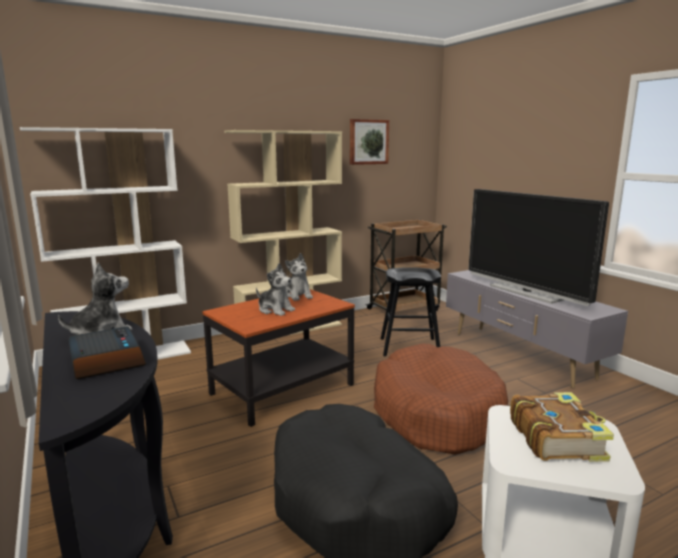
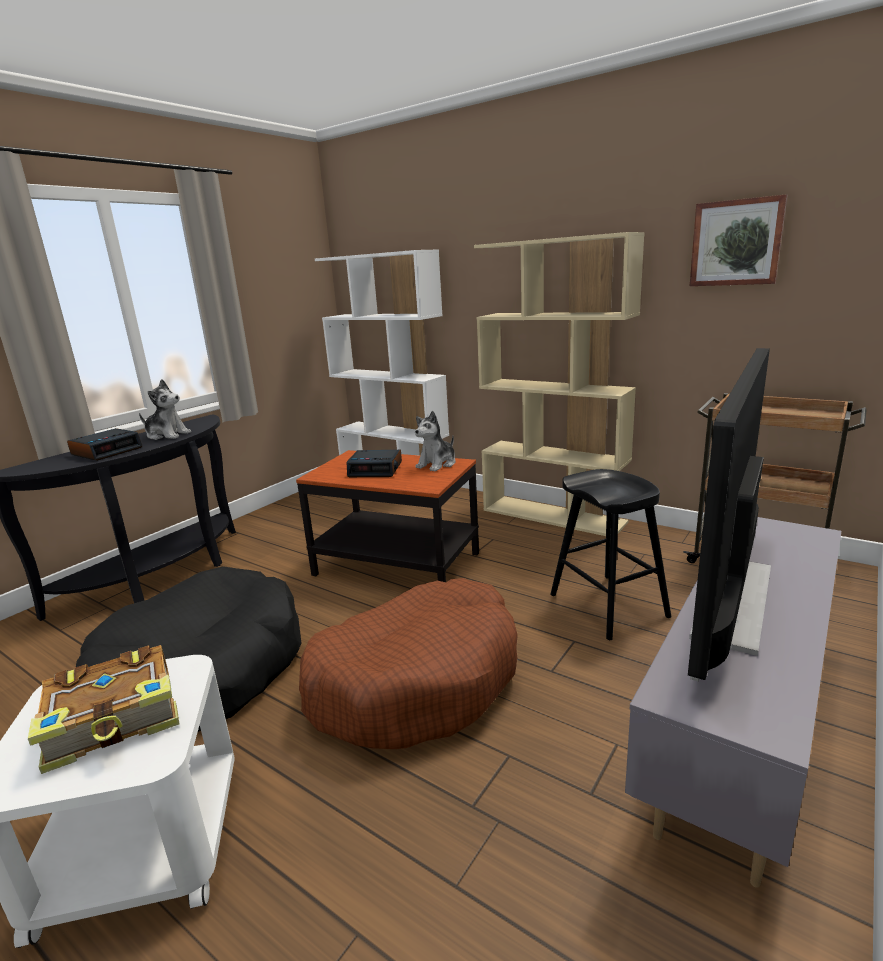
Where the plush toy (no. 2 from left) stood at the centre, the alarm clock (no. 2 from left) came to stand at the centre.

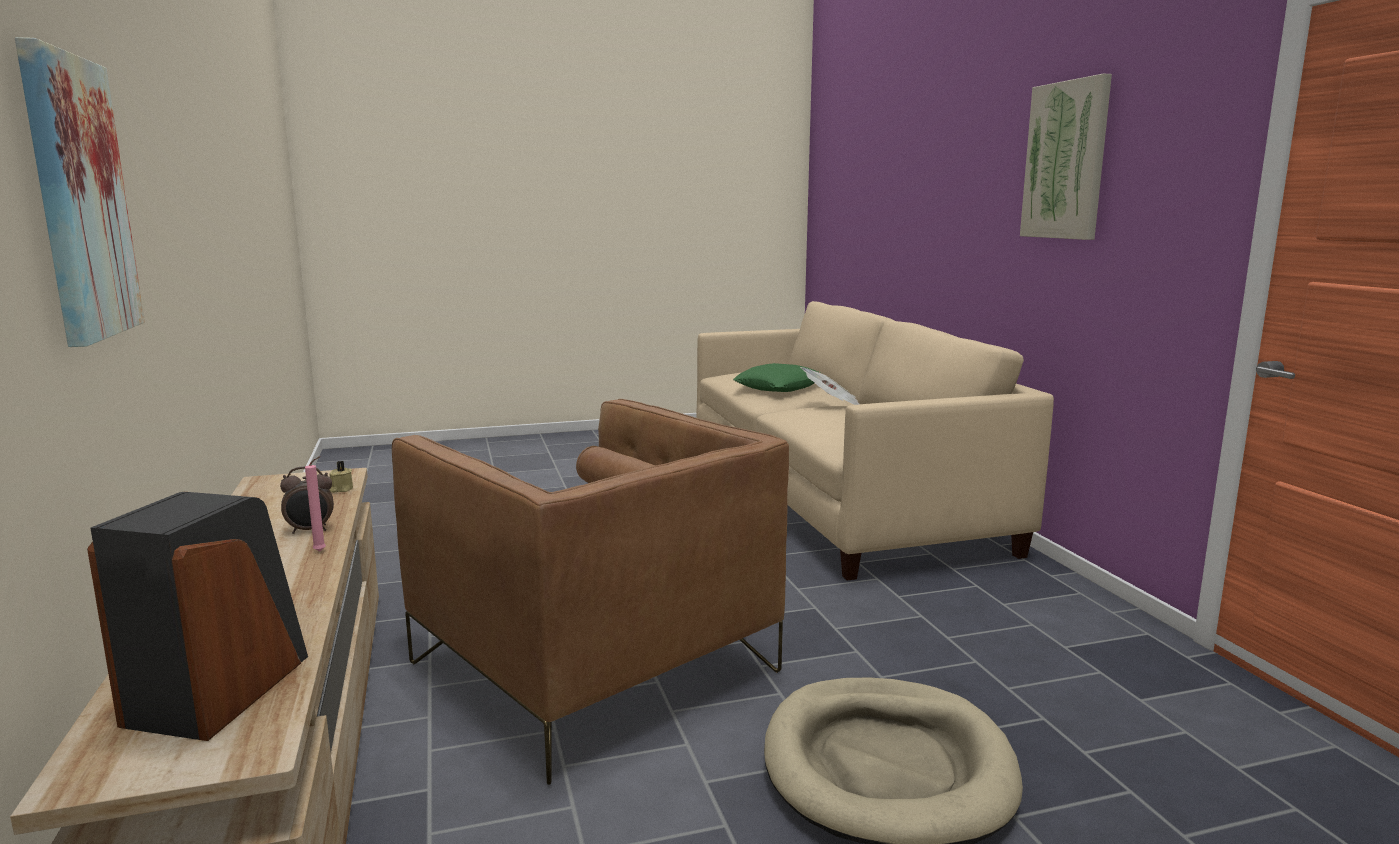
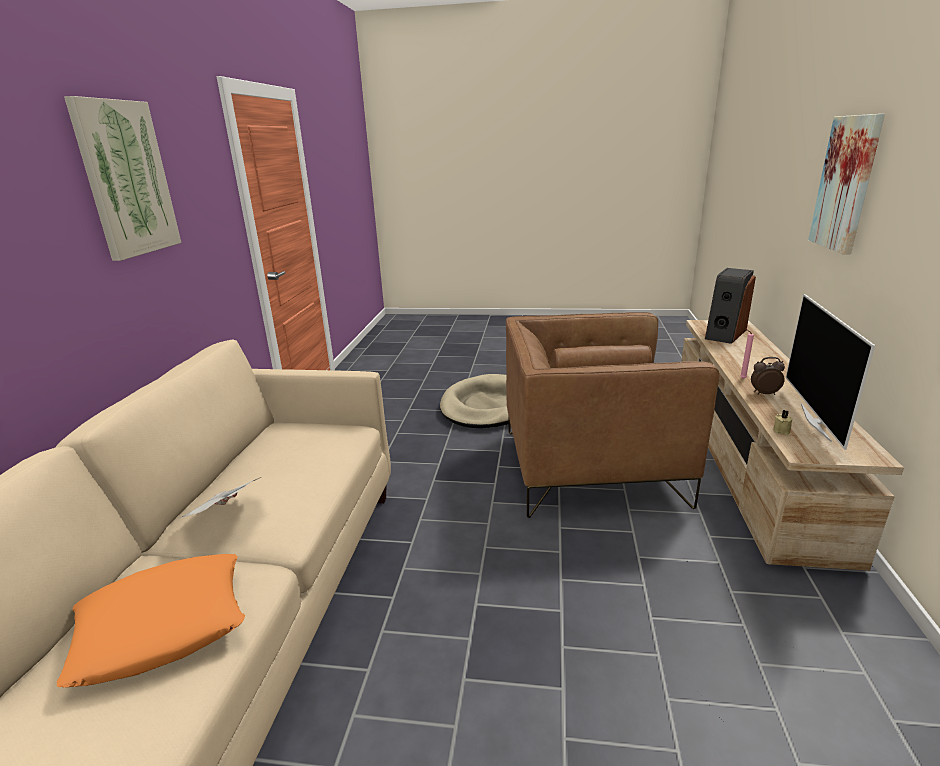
What was the pillow in green at the centre turned into the pillow in orange at the bottom left. The armchair in brown at the bottom centre ended up facing another way, 75 degrees counterclockwise from before. The second view gained the television at the middle right.

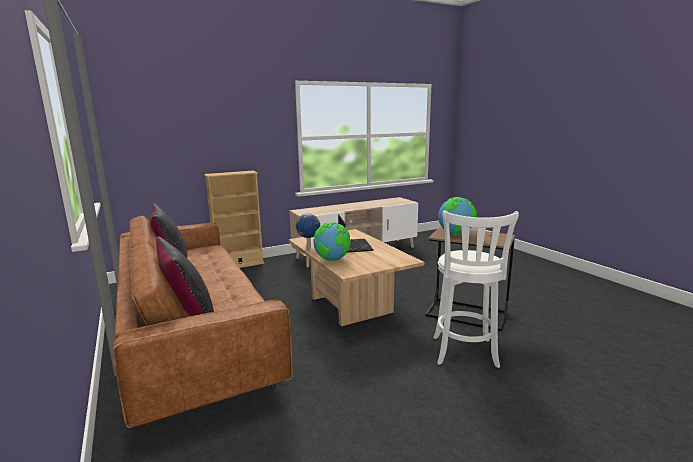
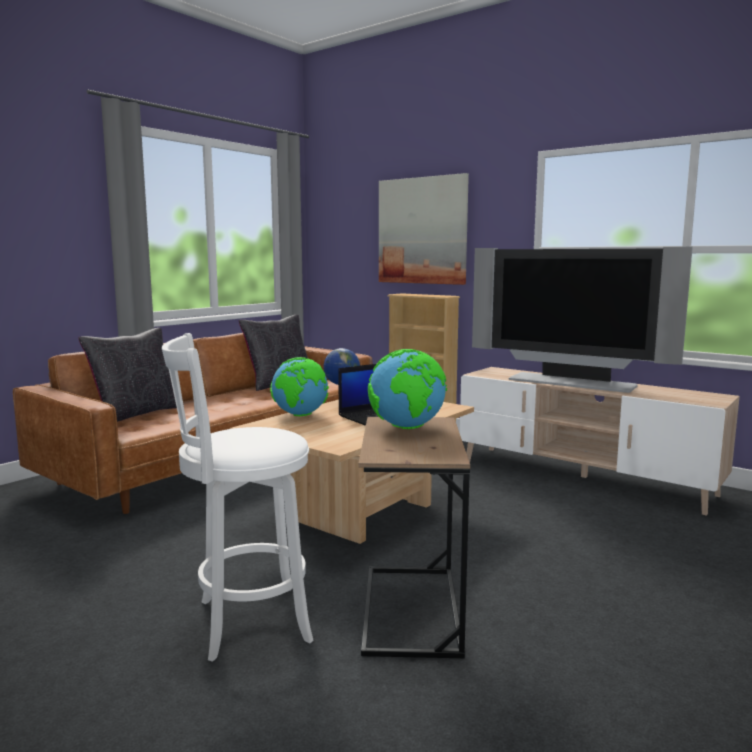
The second view gained the picture at the top centre. The second view gained the television at the middle right.

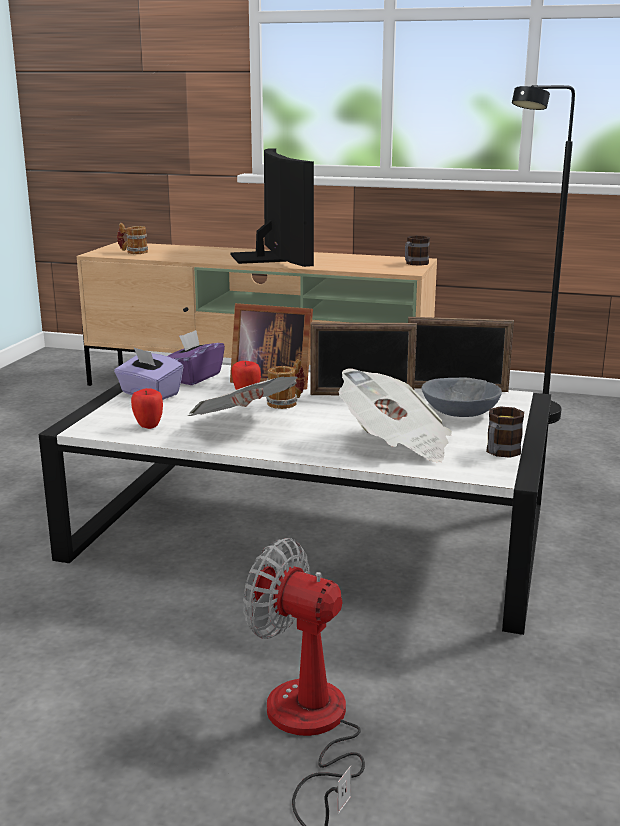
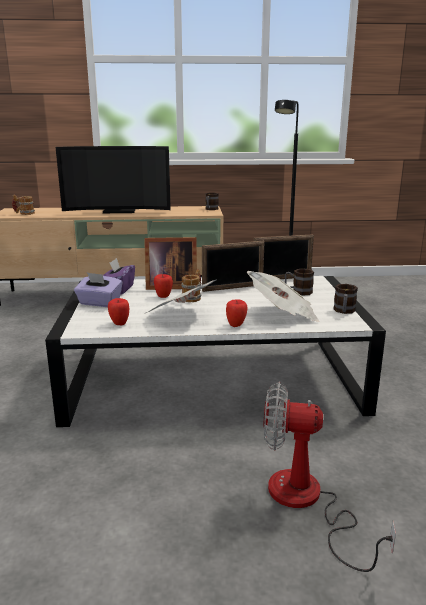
The television at the top centre ended up facing another way, 120 degrees clockwise from before. The second view gained the apple (no. 3 from left) at the centre. Where the bowl in grey stood at the middle right, the mug (no. 4 from left) came to stand at the middle right.

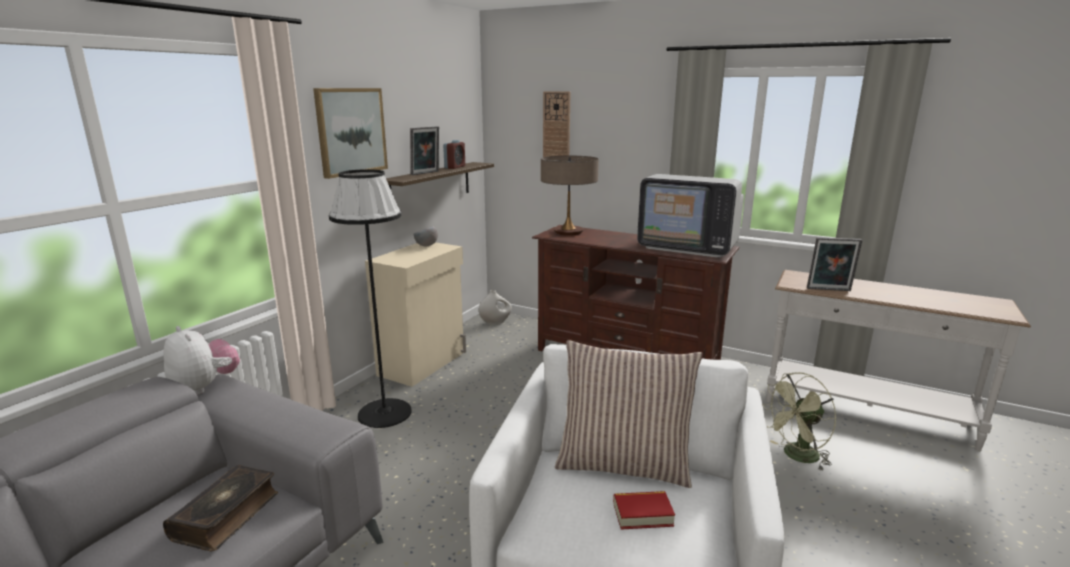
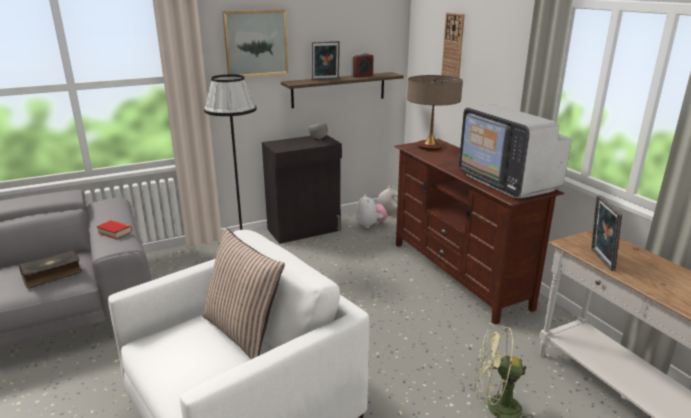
The book (no. 2 from left) ended up elsewhere, having gone from the bottom centre to the middle left. What was the cabinet in beige at the centre turned into the cabinet in black at the centre. The plush toy ended up elsewhere, having gone from the middle left to the centre. The picture frame (no. 2 from left) at the middle right ended up facing another way, 45 degrees clockwise from before.

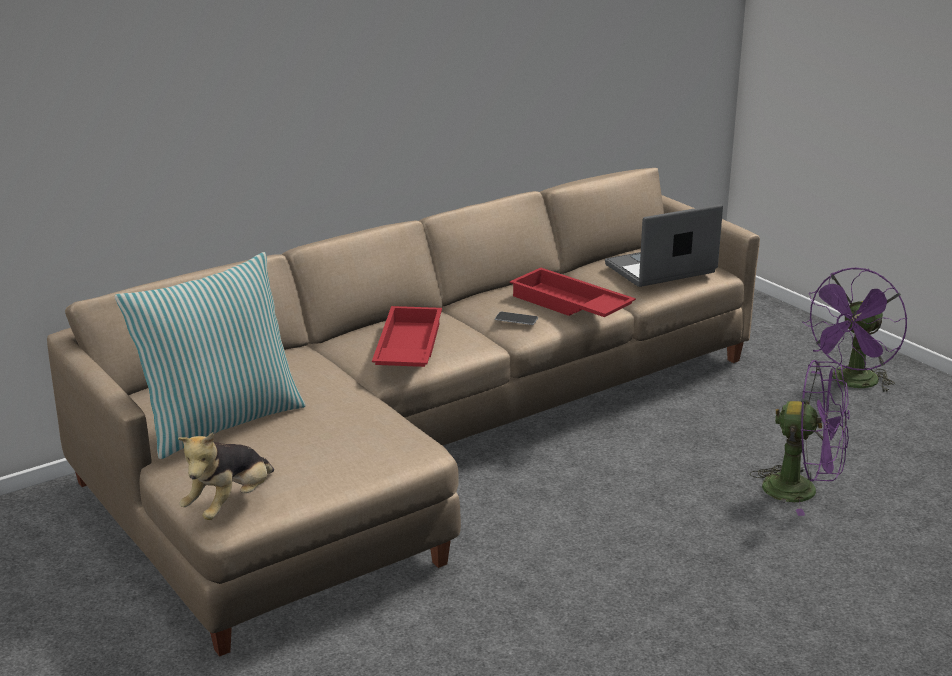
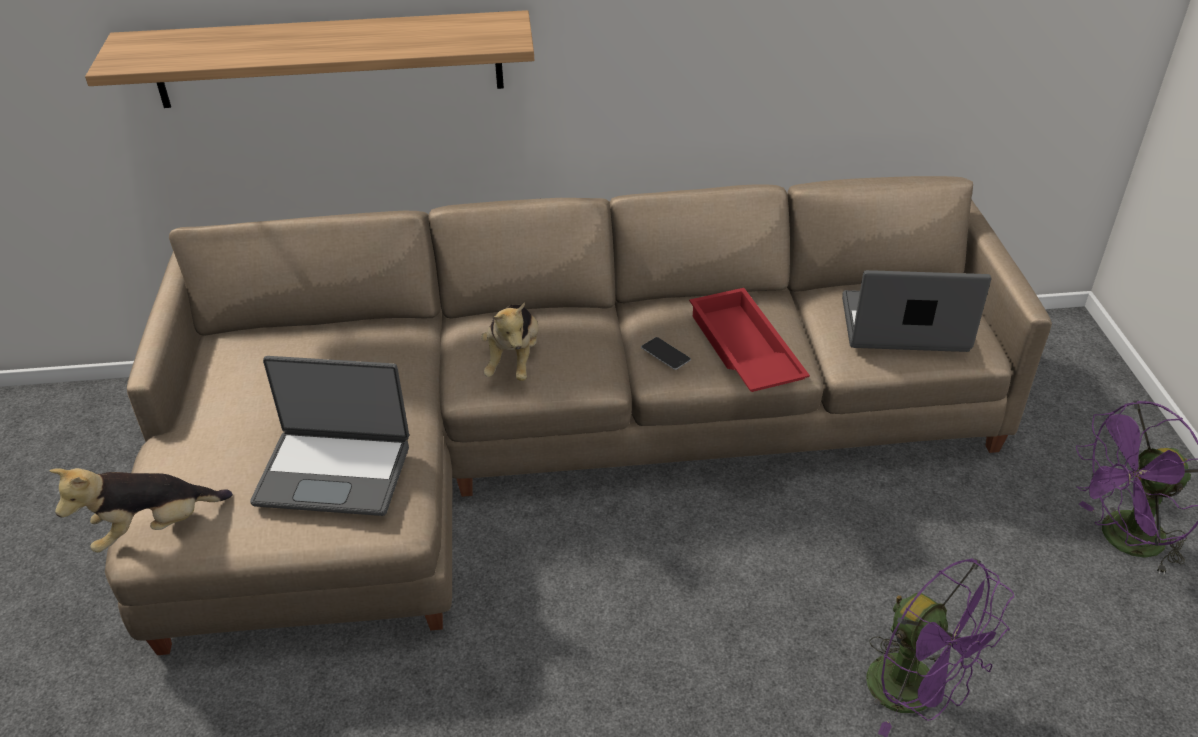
The second view gained the shelf at the top left. The second view gained the laptop (no. 1 from left) at the middle left. Where the tray in red (no. 1 from left) stood at the centre, the plush toy (no. 2 from left) came to stand at the centre. The second view lost the pillow at the middle left.

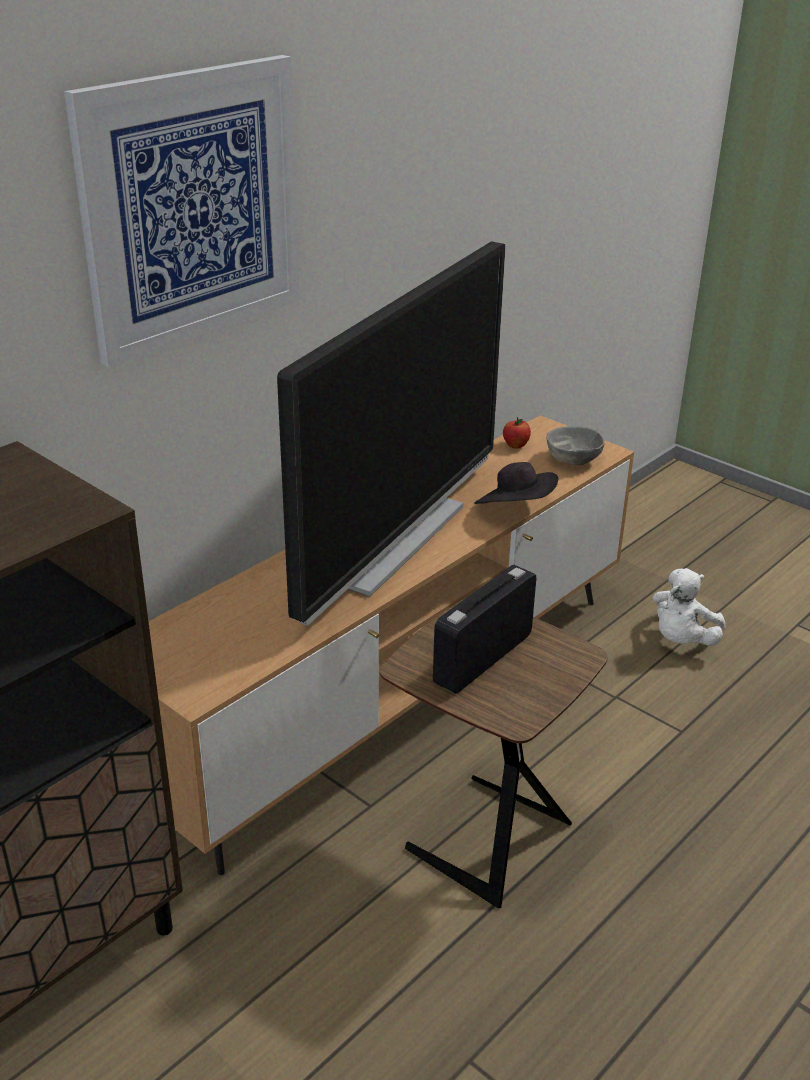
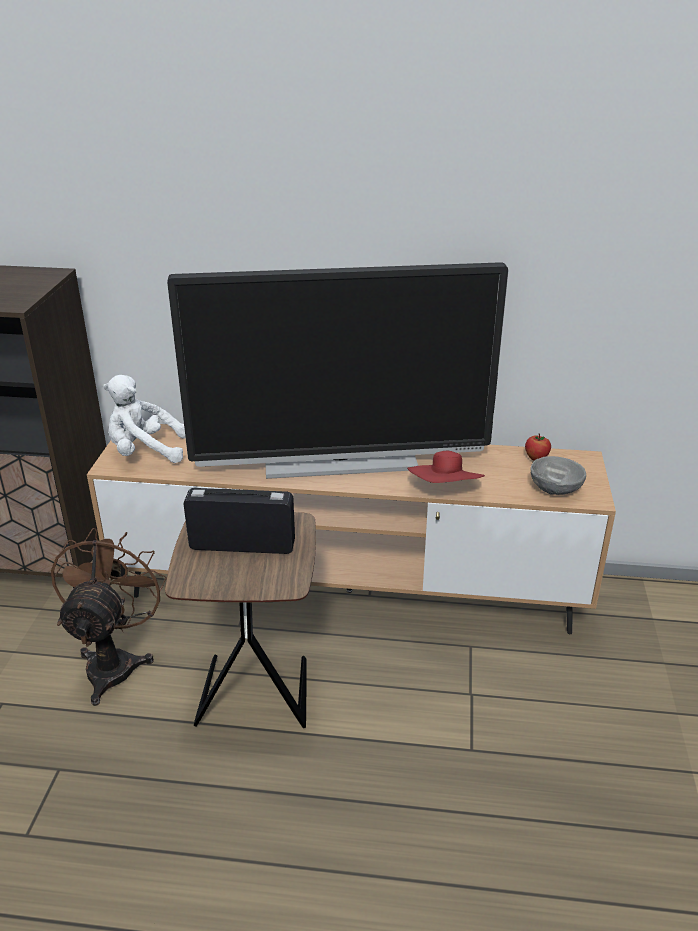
The second view gained the fan in brown at the middle left. The plush toy in white ended up elsewhere, having gone from the middle right to the middle left. What was the hat in black at the centre turned into the hat in red at the centre. The second view lost the picture at the top left.

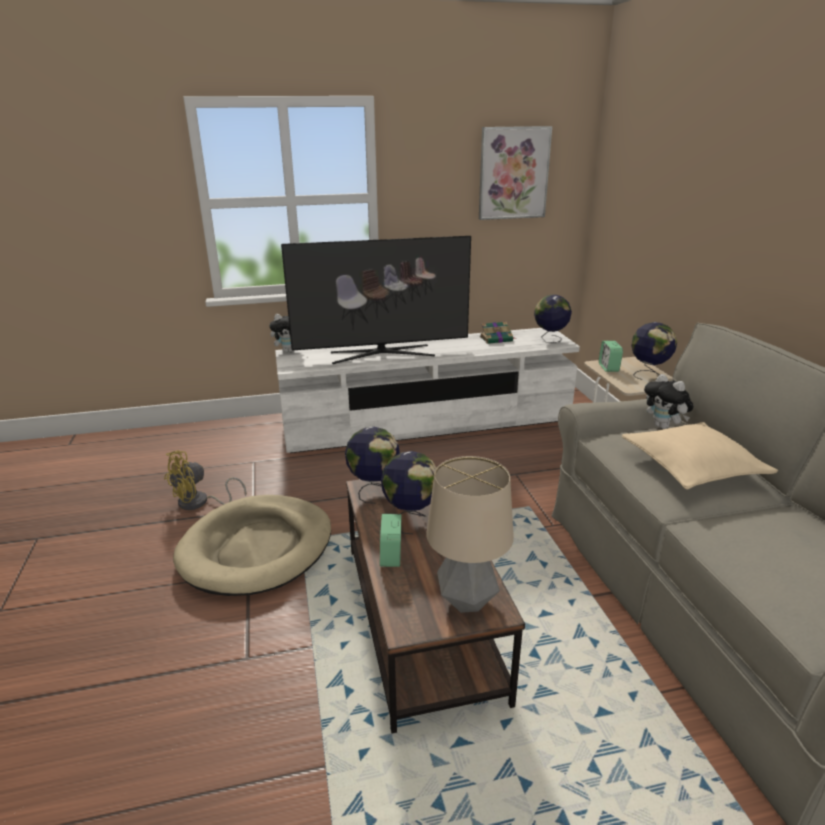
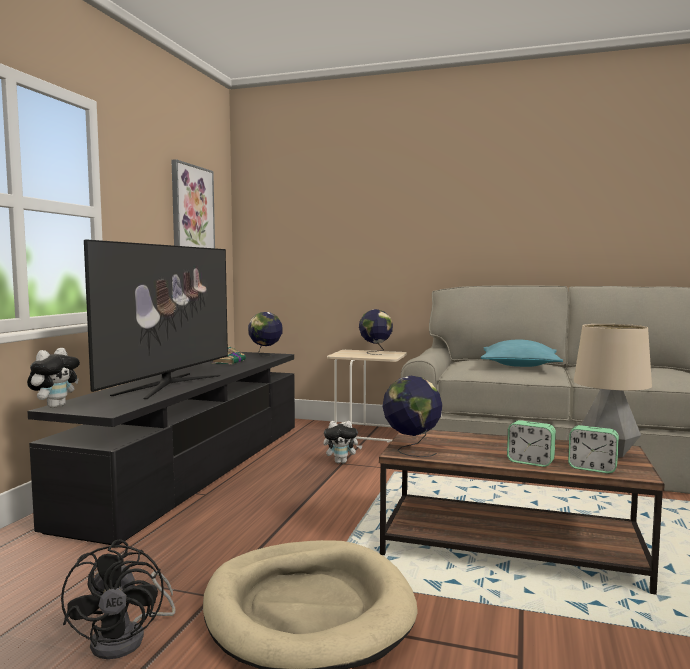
What was the tv stand in white at the centre turned into the tv stand in black at the bottom left. What was the fan in yellow at the middle left turned into the fan in black at the bottom left. The plush toy (no. 2 from left) ended up elsewhere, having gone from the middle right to the centre. What was the pillow in beige at the middle right turned into the pillow in turquoise at the middle right. The alarm clock (no. 2 from left) ended up elsewhere, having gone from the middle right to the bottom right. The second view lost the globe (no. 2 from left) at the centre.

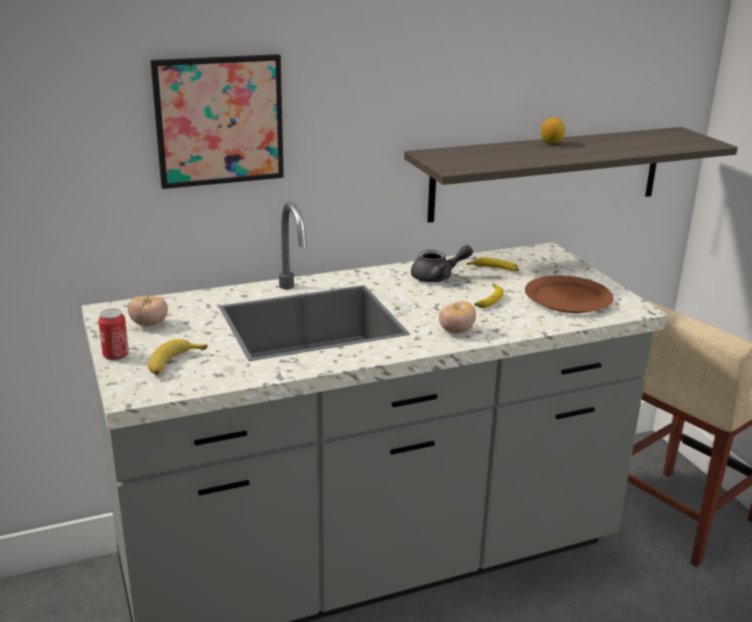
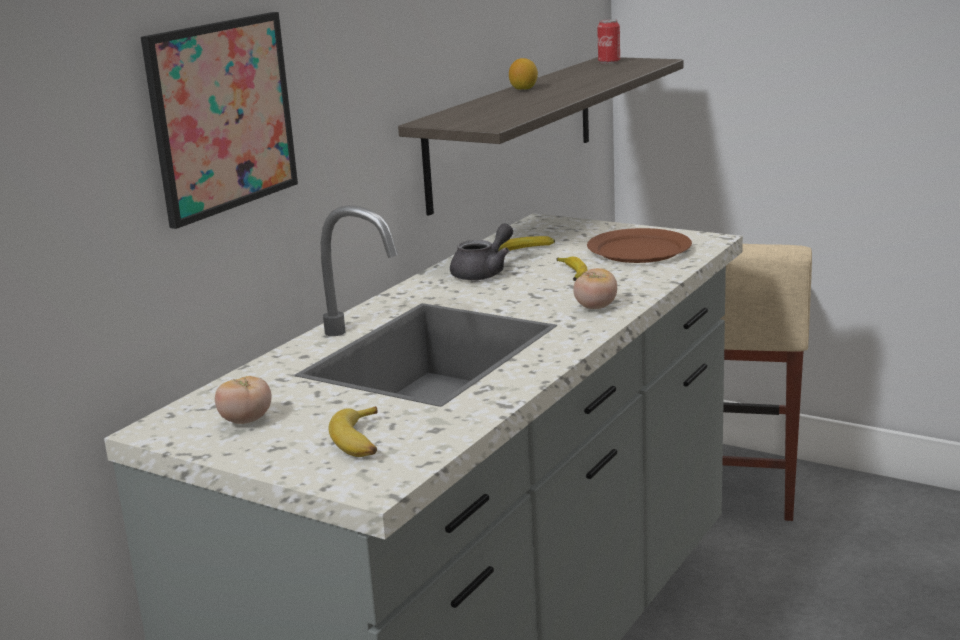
The can ended up elsewhere, having gone from the middle left to the top centre.

